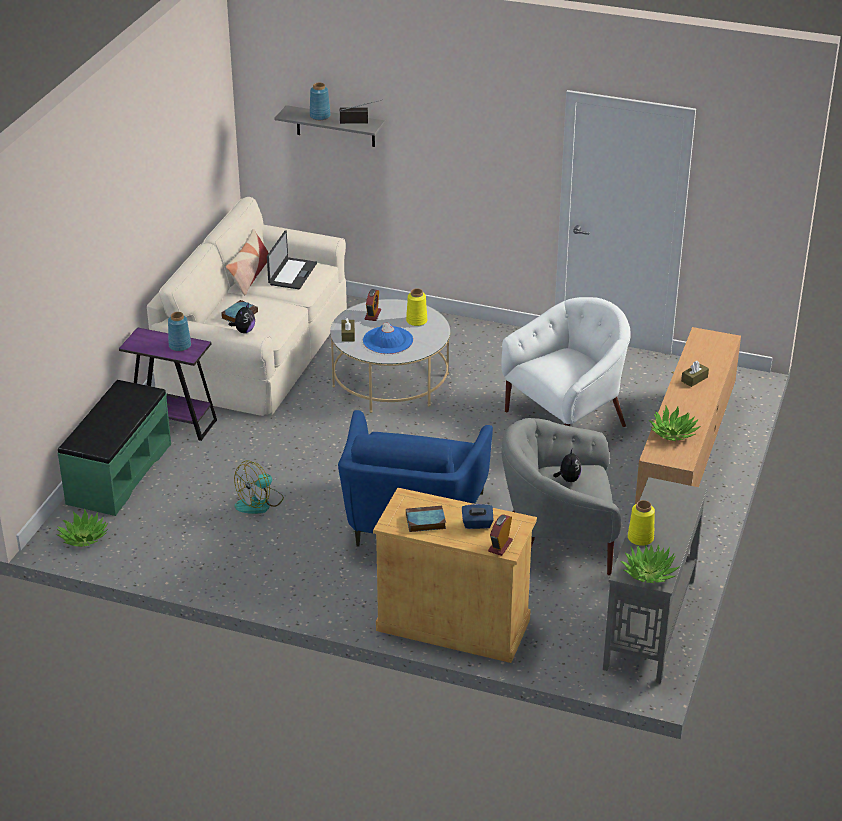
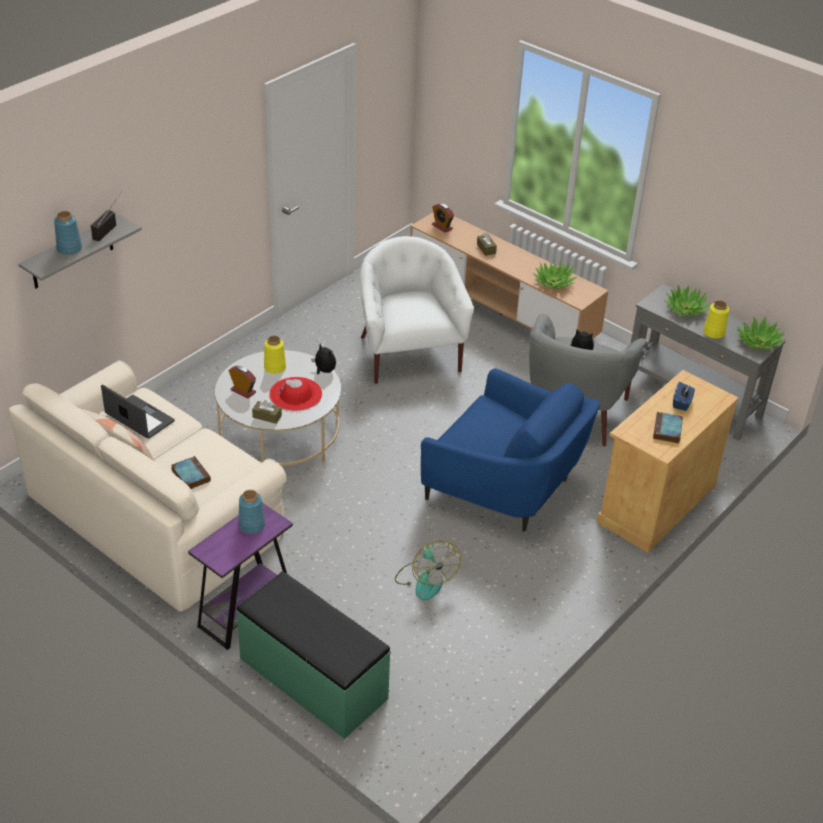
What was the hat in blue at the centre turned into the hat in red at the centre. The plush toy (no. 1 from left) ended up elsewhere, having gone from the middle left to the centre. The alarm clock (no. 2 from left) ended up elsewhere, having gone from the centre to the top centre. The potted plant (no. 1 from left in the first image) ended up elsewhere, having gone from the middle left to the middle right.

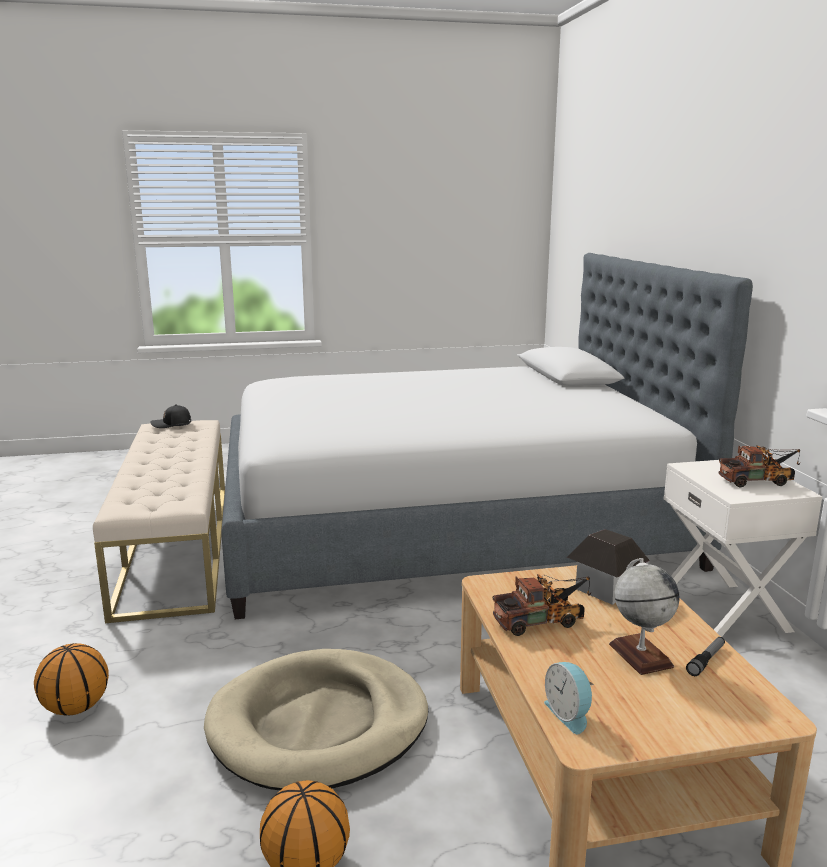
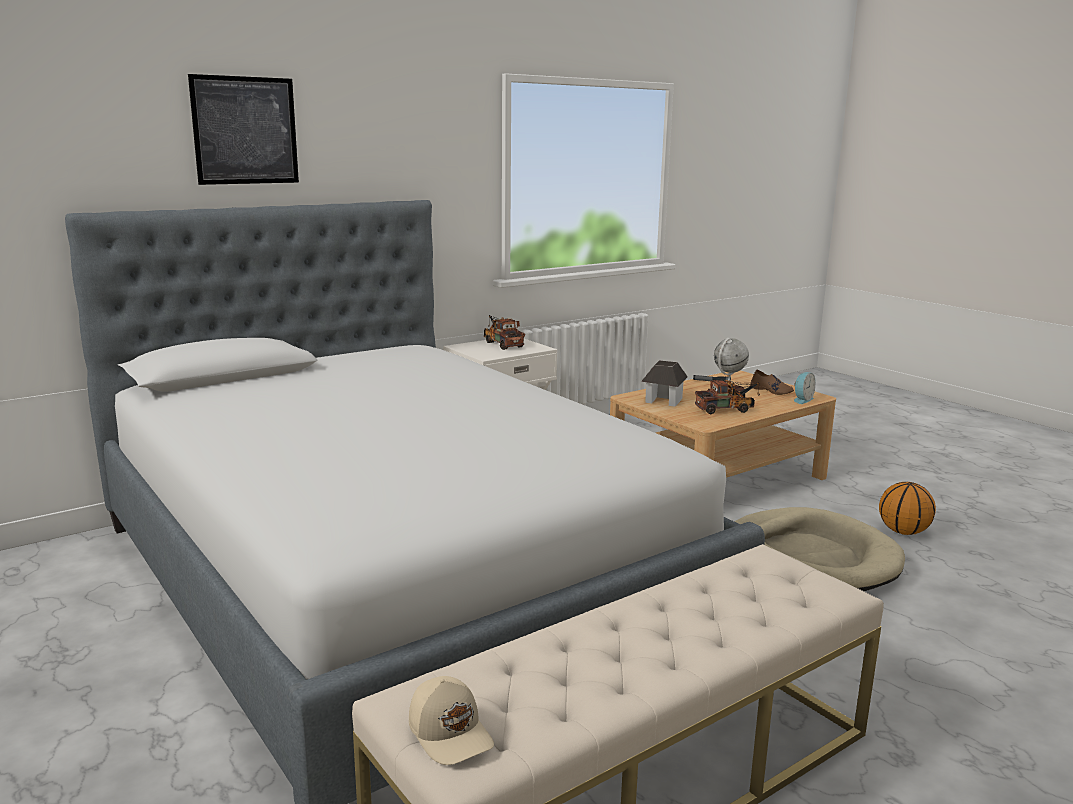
The second view gained the picture at the top left. What was the cap in black at the middle left turned into the cap in beige at the bottom centre. The toy truck (no. 1 from left in the first image) at the bottom centre ended up facing another way, 120 degrees clockwise from before. The second view gained the shoe in brown at the middle right. The second view lost the basketball (no. 1 from left) at the bottom left.

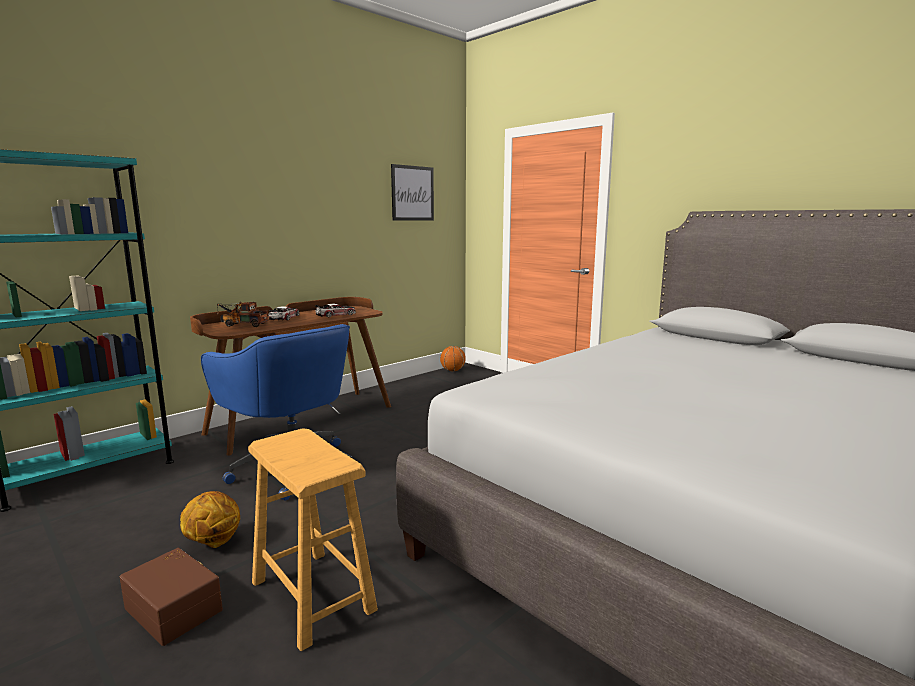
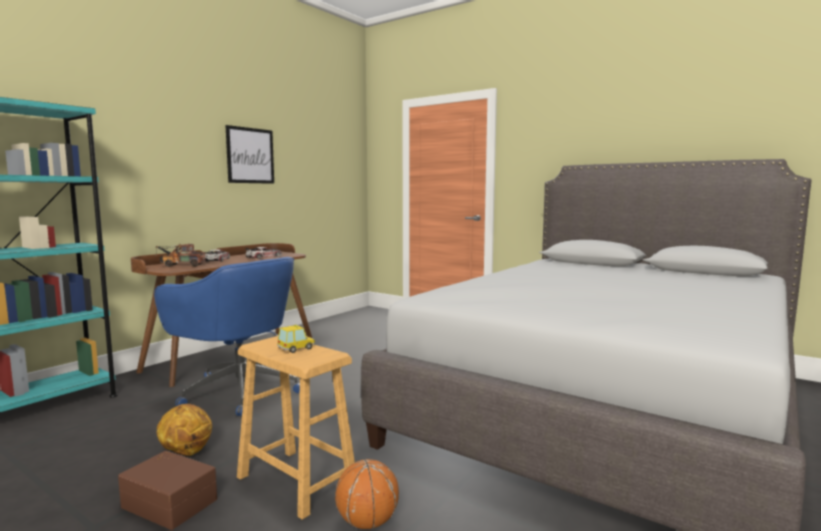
The picture ended up elsewhere, having gone from the top centre to the top left. The second view gained the toy car (no. 3 from left) at the centre. The basketball (no. 2 from left) ended up elsewhere, having gone from the centre to the bottom centre.

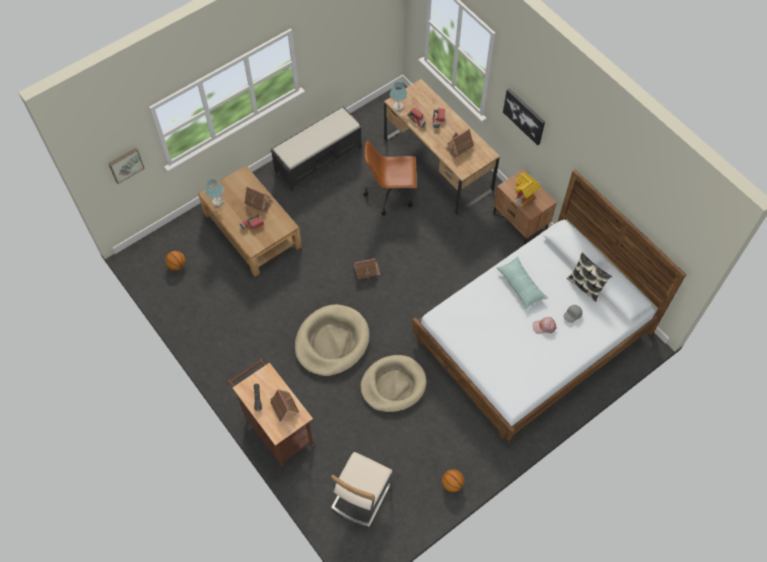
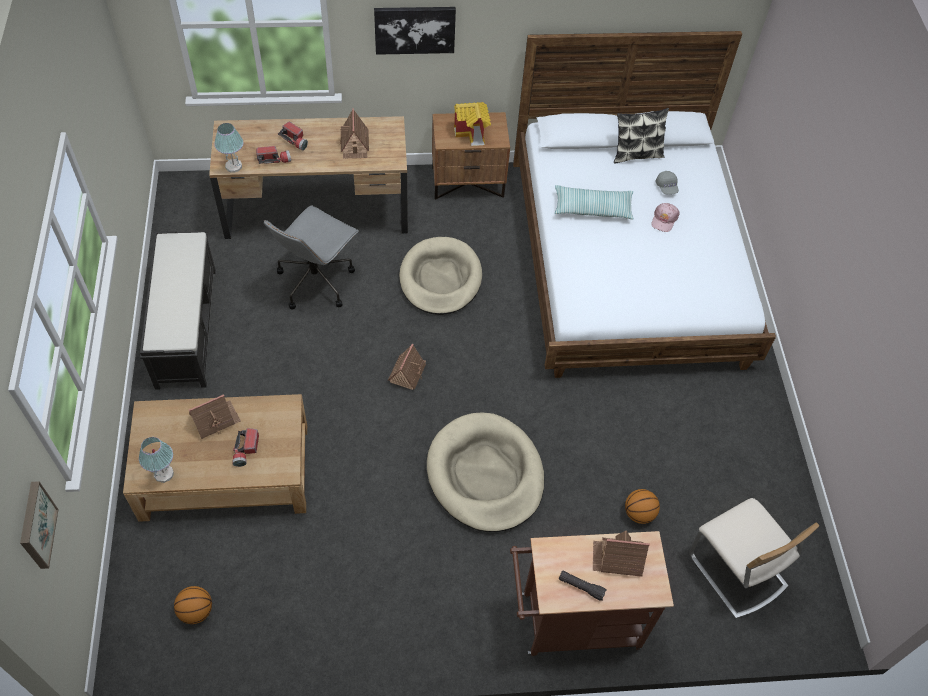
What was the office chair in brown at the top centre turned into the office chair in grey at the centre. The dog bed in beige (no. 2 from left in the first image) ended up elsewhere, having gone from the bottom centre to the centre. The basketball (no. 2 from left) ended up elsewhere, having gone from the bottom centre to the bottom right.

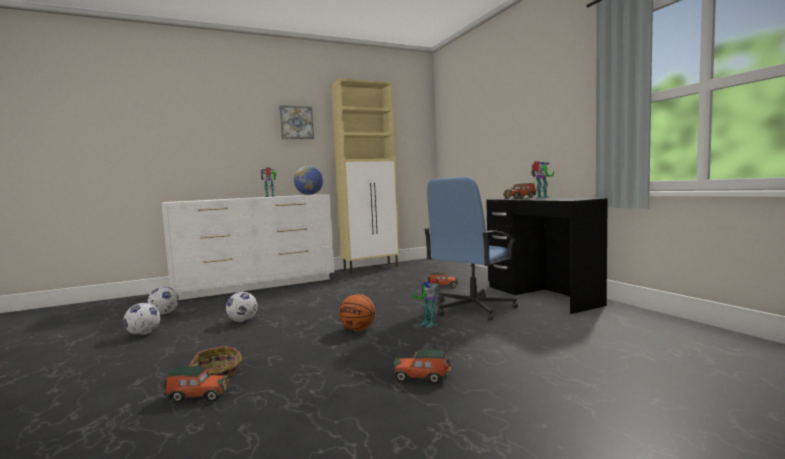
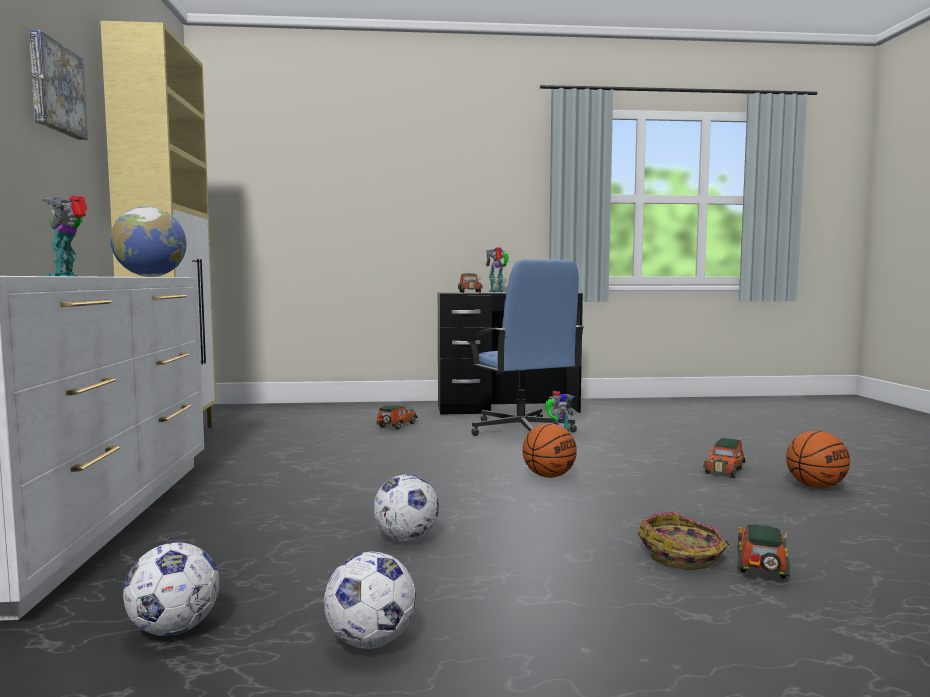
The second view gained the basketball (no. 2 from left) at the middle right.

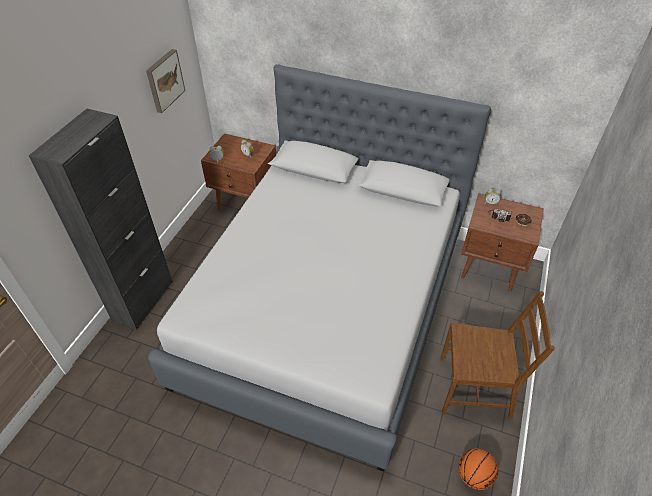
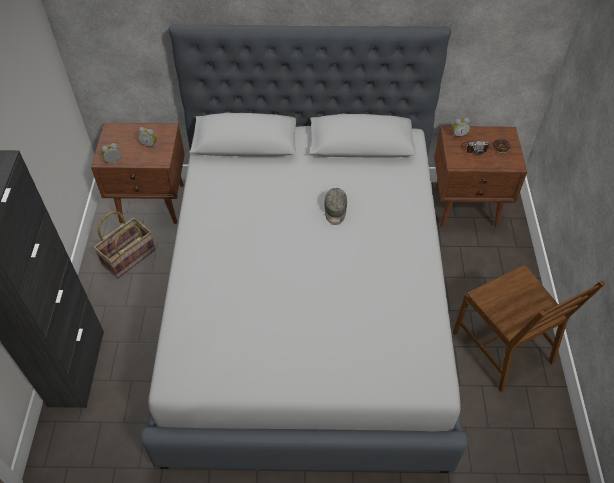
The second view gained the basket at the middle left. The second view gained the cap in grey at the centre. The chair in brown at the bottom right ended up facing another way, 75 degrees clockwise from before. The second view lost the picture at the top left. The second view lost the basketball at the bottom right.

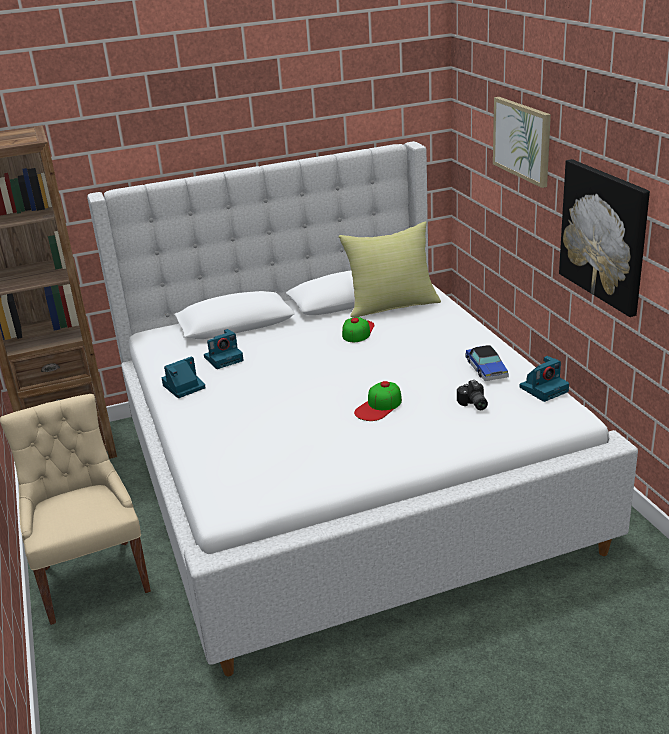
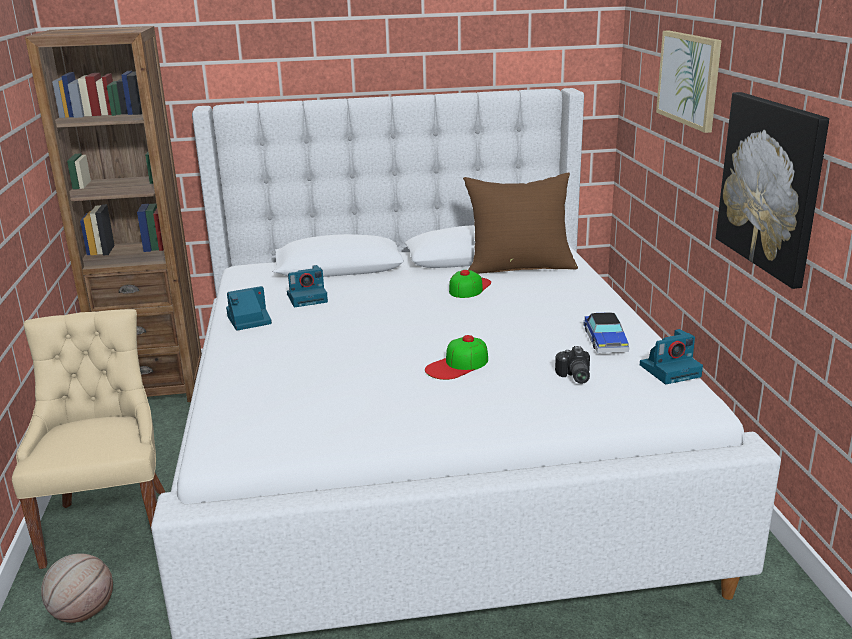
The second view gained the basketball at the bottom left. What was the pillow in yellow at the centre turned into the pillow in brown at the centre.

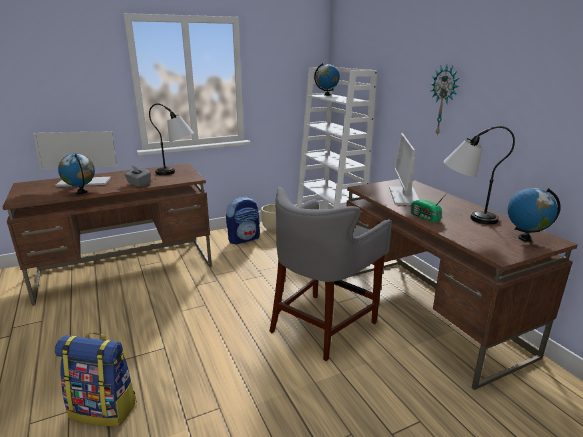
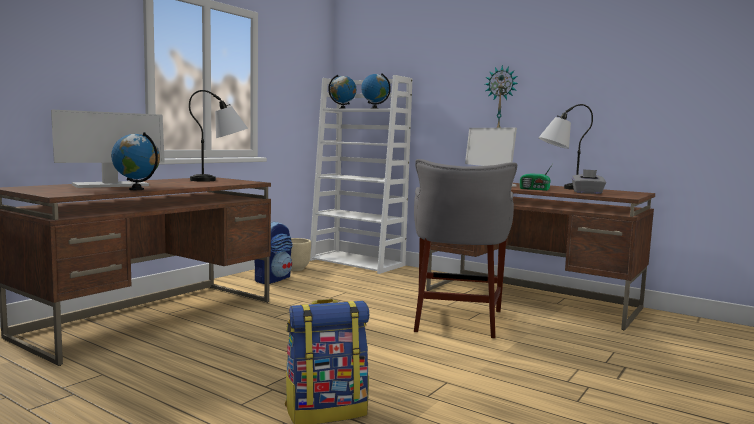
The globe (no. 3 from left) ended up elsewhere, having gone from the middle right to the top centre. The tissue box in grey ended up elsewhere, having gone from the middle left to the middle right.

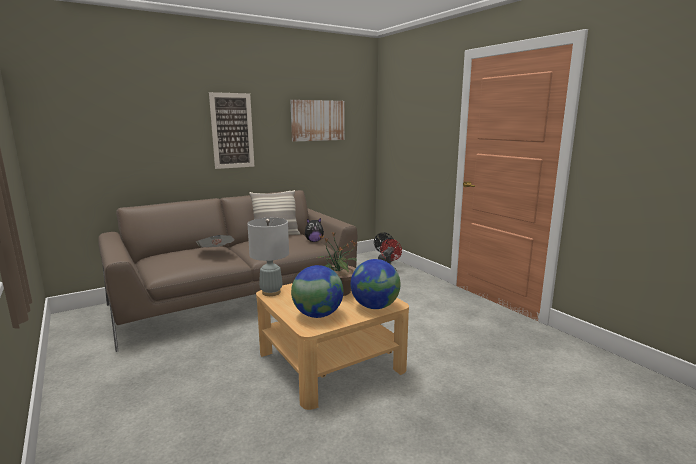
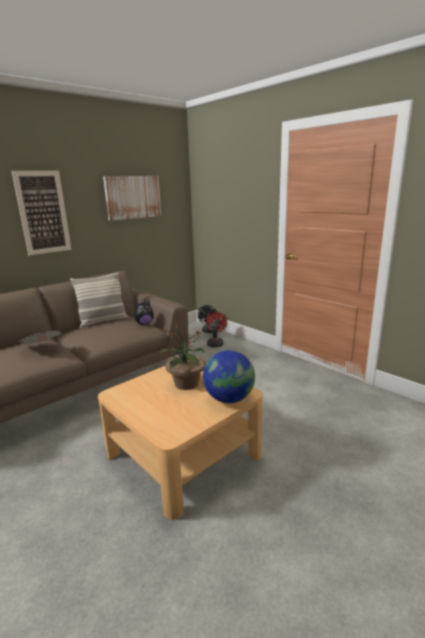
The second view lost the table lamp in grey at the centre. The second view lost the globe (no. 1 from left) at the centre.

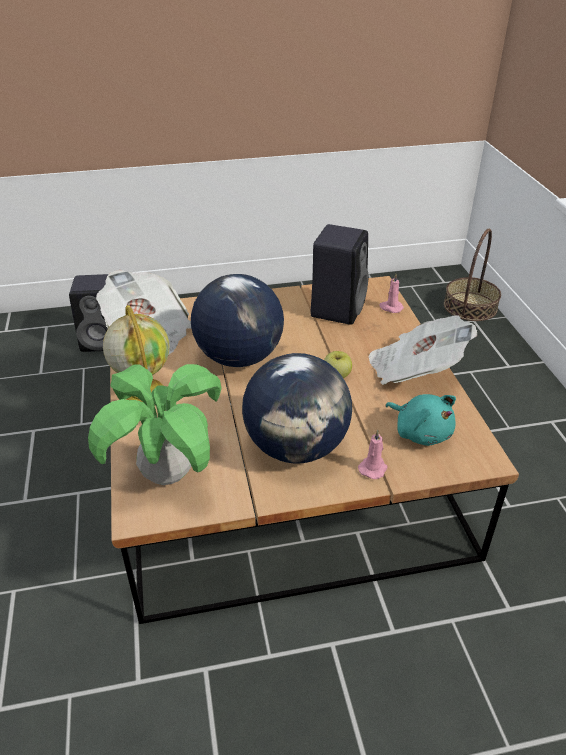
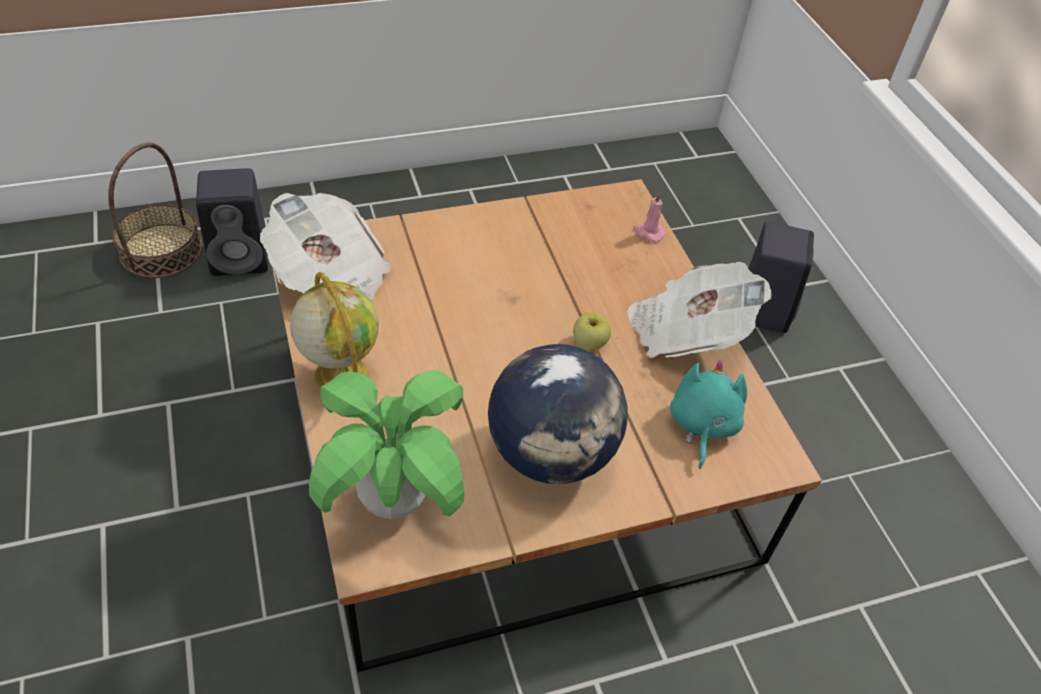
The basket ended up elsewhere, having gone from the middle right to the top left. The plush toy in turquoise at the middle right ended up facing another way, 120 degrees counterclockwise from before. The speaker in black (no. 2 from left) ended up elsewhere, having gone from the centre to the middle right. The second view lost the globe (no. 2 from left) at the centre. The second view lost the candle in pink (no. 1 from left) at the centre.

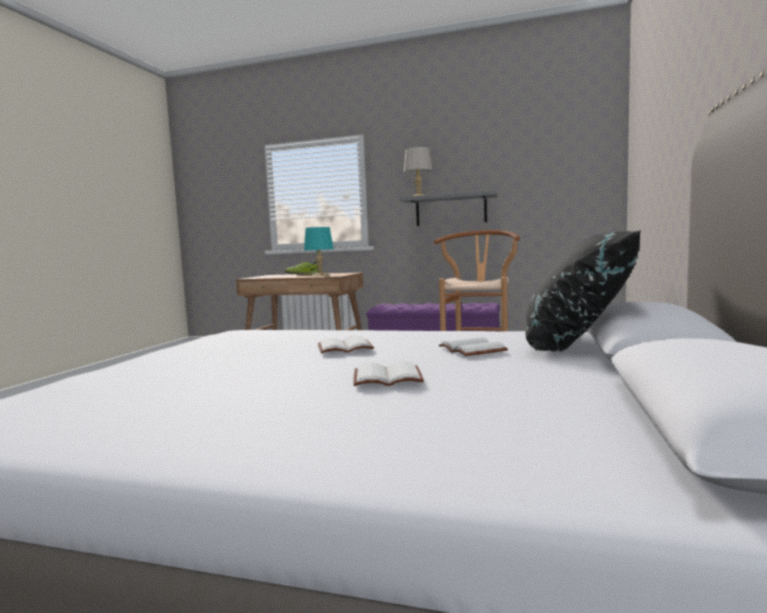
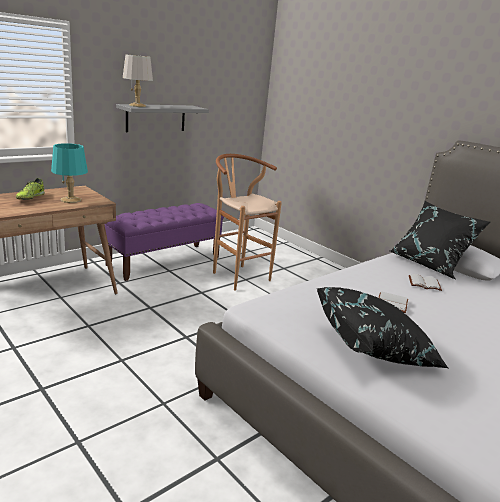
The second view gained the pillow in black (no. 1 from left) at the middle right. The second view lost the book in white (no. 2 from left) at the centre.

